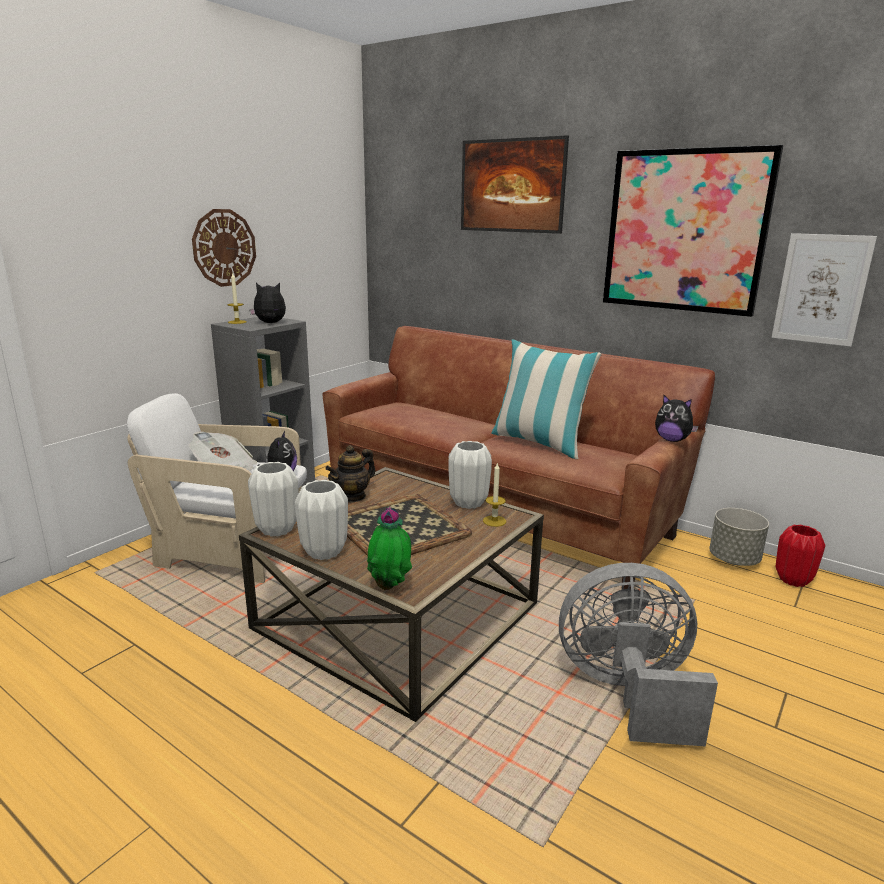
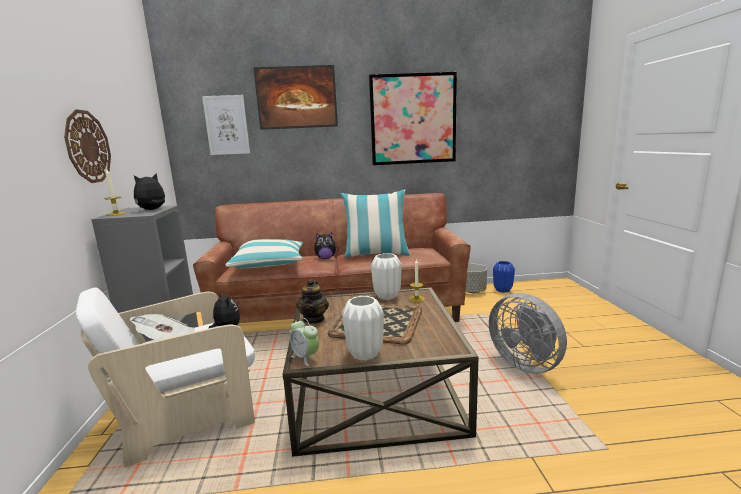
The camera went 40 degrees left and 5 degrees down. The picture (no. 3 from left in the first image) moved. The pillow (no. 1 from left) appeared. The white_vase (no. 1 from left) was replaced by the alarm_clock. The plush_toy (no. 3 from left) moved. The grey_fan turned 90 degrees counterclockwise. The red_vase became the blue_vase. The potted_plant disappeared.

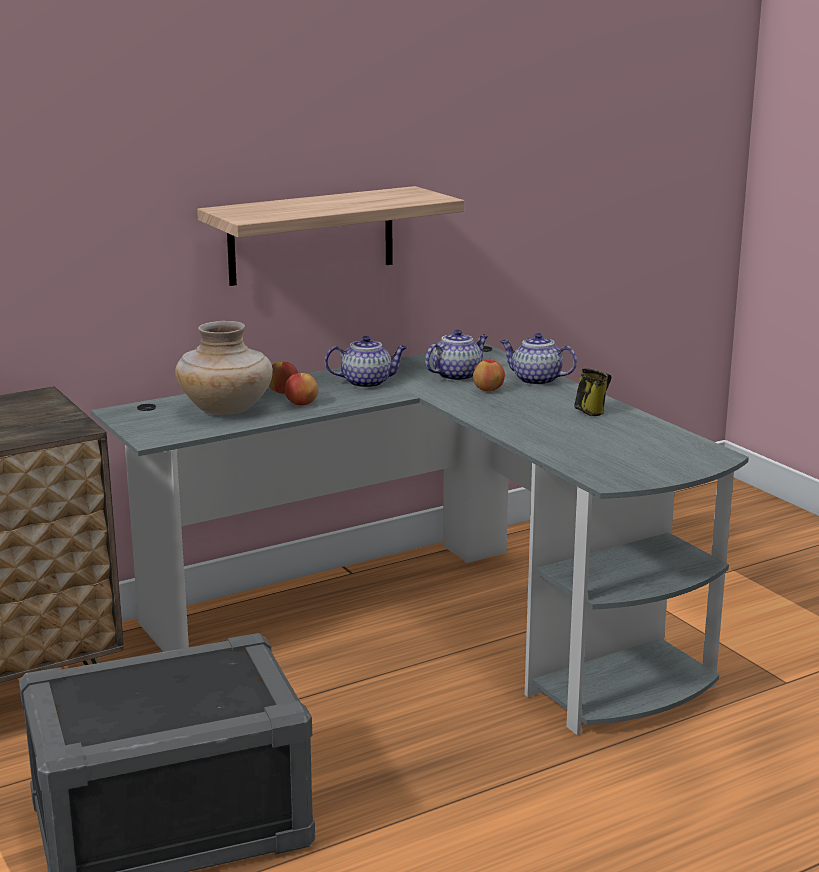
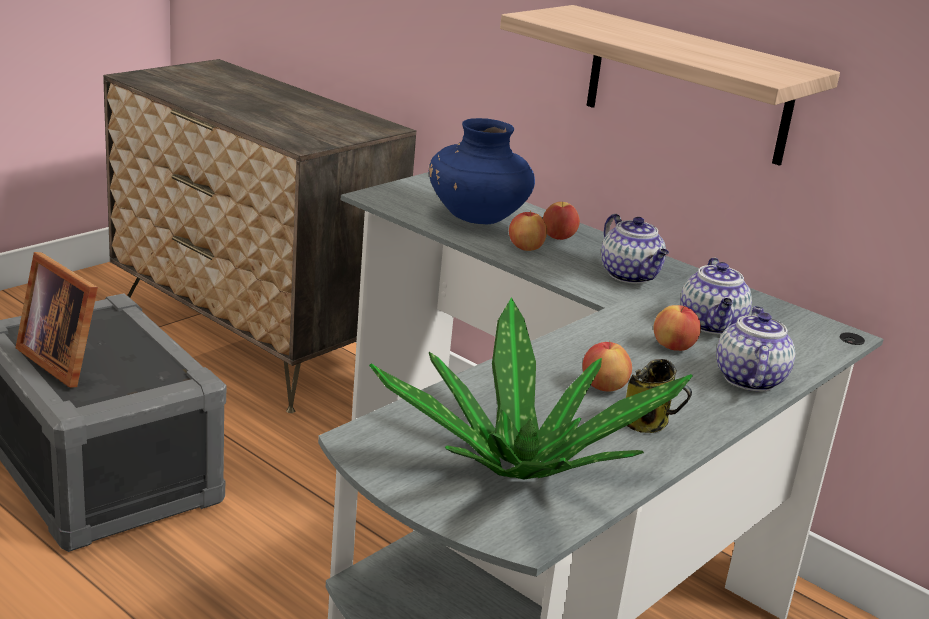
The camera went 70 degrees right and 5 degrees up. The picture_frame appeared. The potted_plant appeared. The beige_vase became the blue_vase. The apple (no. 3 from left) appeared. The teapot (no. 2 from left) turned 60 degrees clockwise.

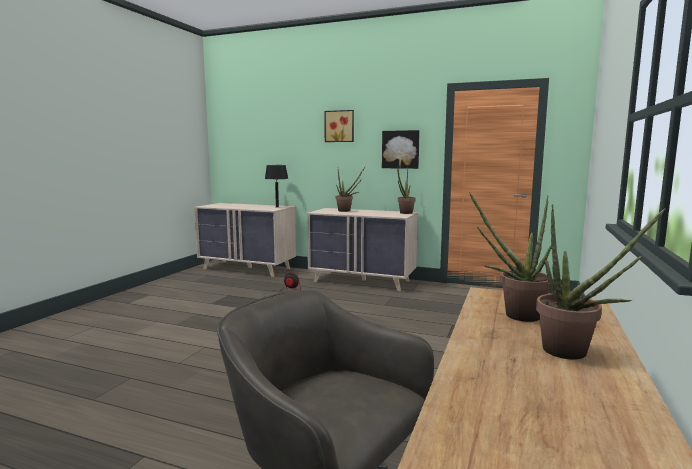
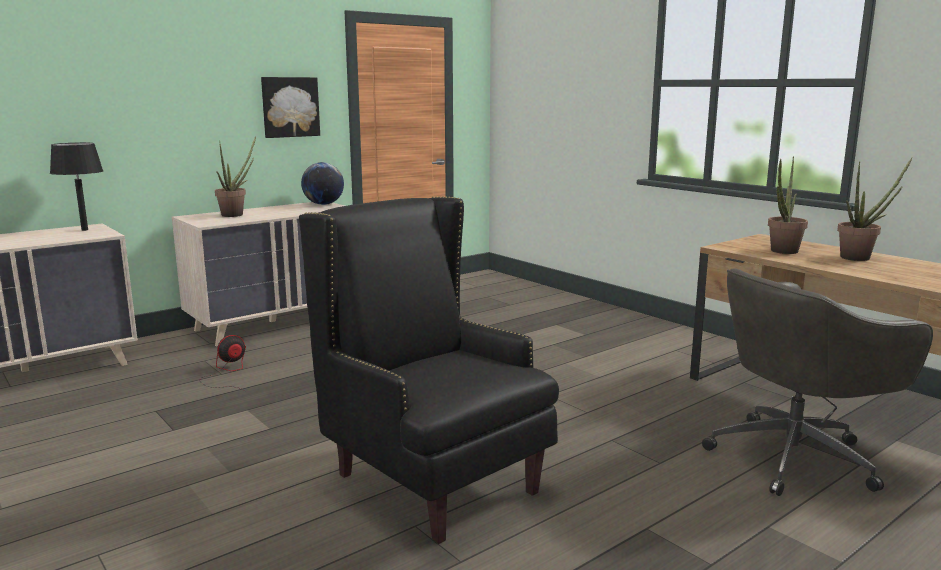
The camera went 60 degrees left and 5 degrees up. The black_armchair appeared. The potted_plant (no. 2 from left) was replaced by the globe. The picture (no. 1 from left) disappeared.

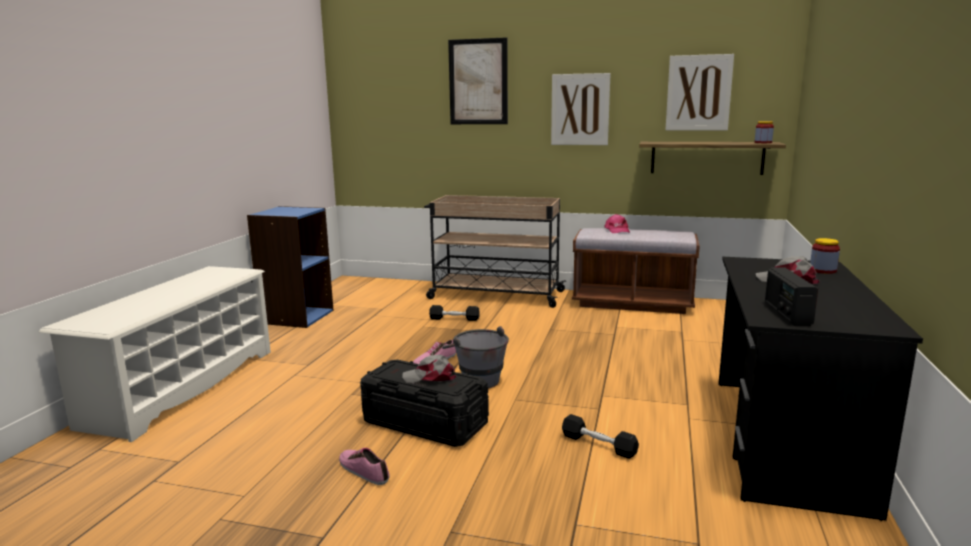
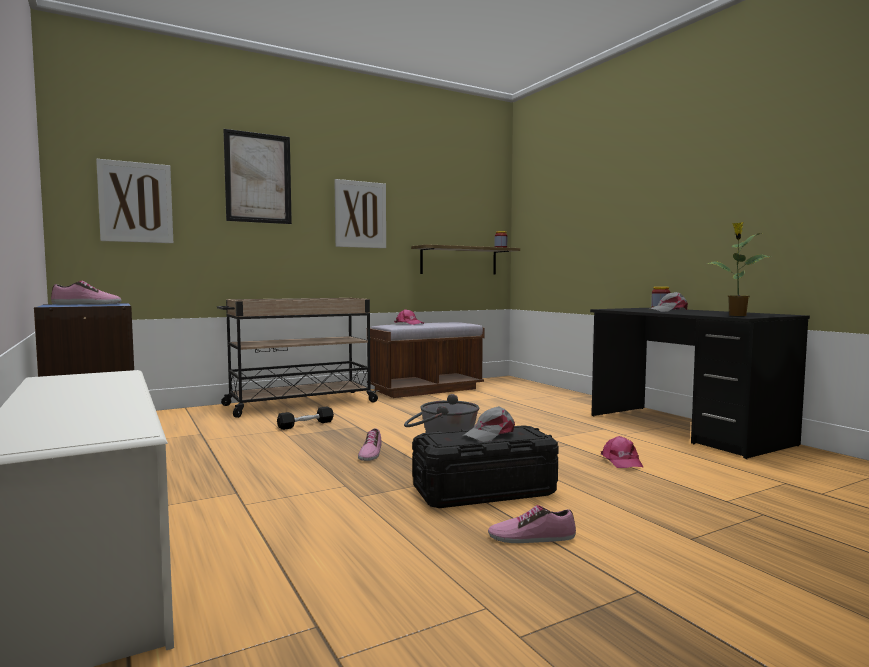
The camera went 45 degrees left and 10 degrees down. The shoe (no. 1 from left) appeared. The picture (no. 3 from left in the first image) moved. The black_dumbbell (no. 2 from left) was replaced by the pink_cap (no. 2 from left). The radio was replaced by the potted_plant.

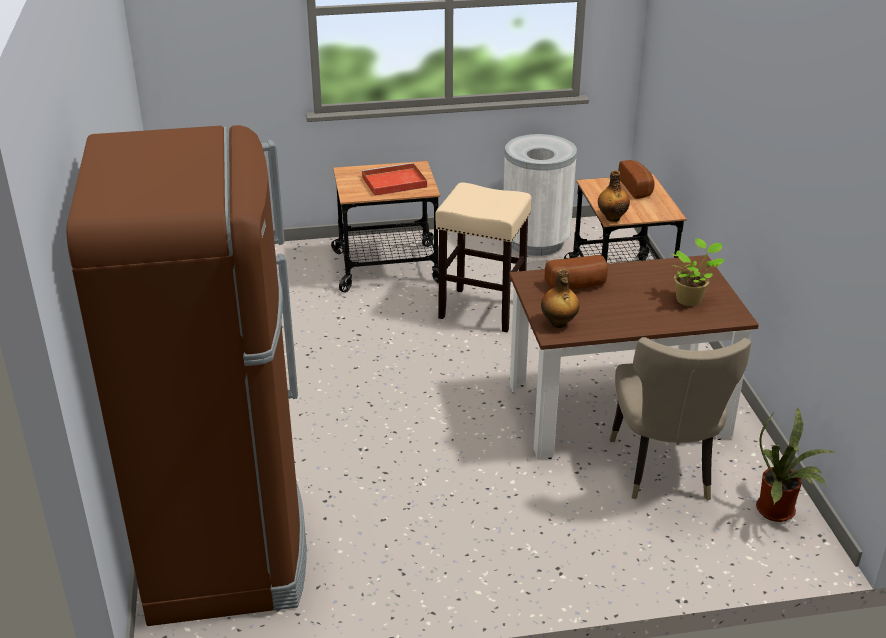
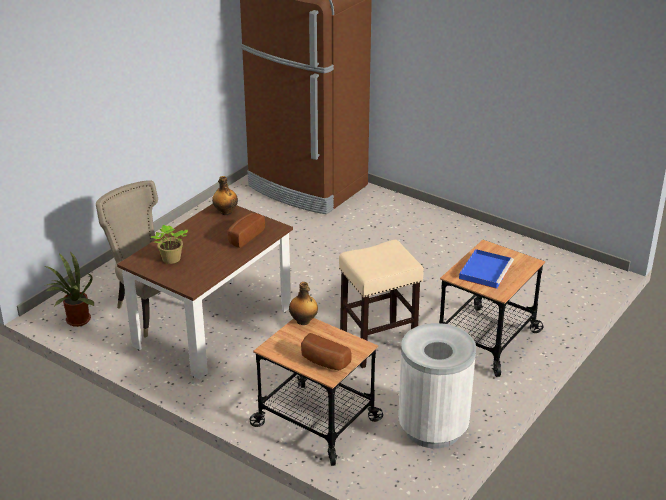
The camera went 135 degrees right and 0 degrees up. The red_tray became the blue_tray.

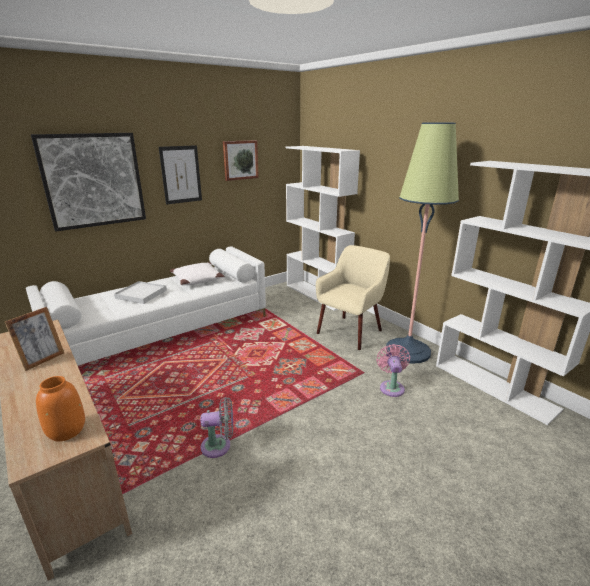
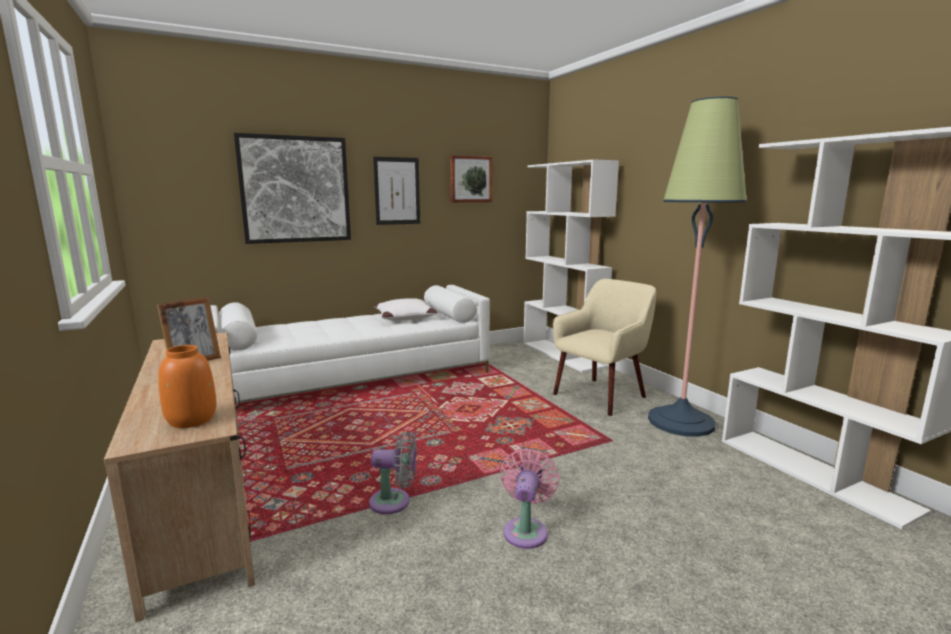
The camera went 10 degrees right and 10 degrees down. The pink_fan moved. The white_tray disappeared.

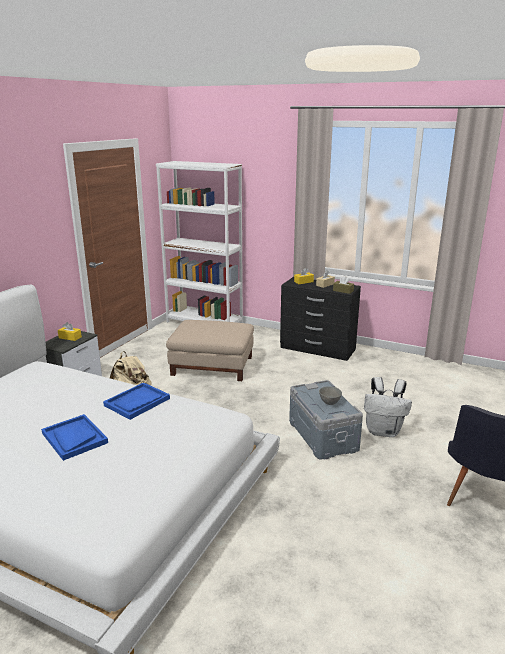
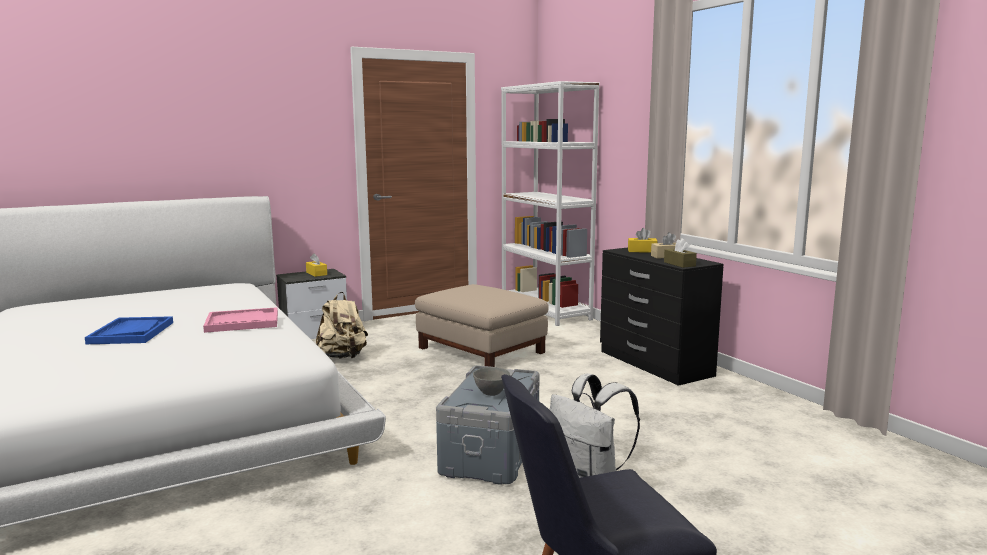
The camera went 35 degrees right and 10 degrees down. The blue_tray (no. 2 from left) became the pink_tray.

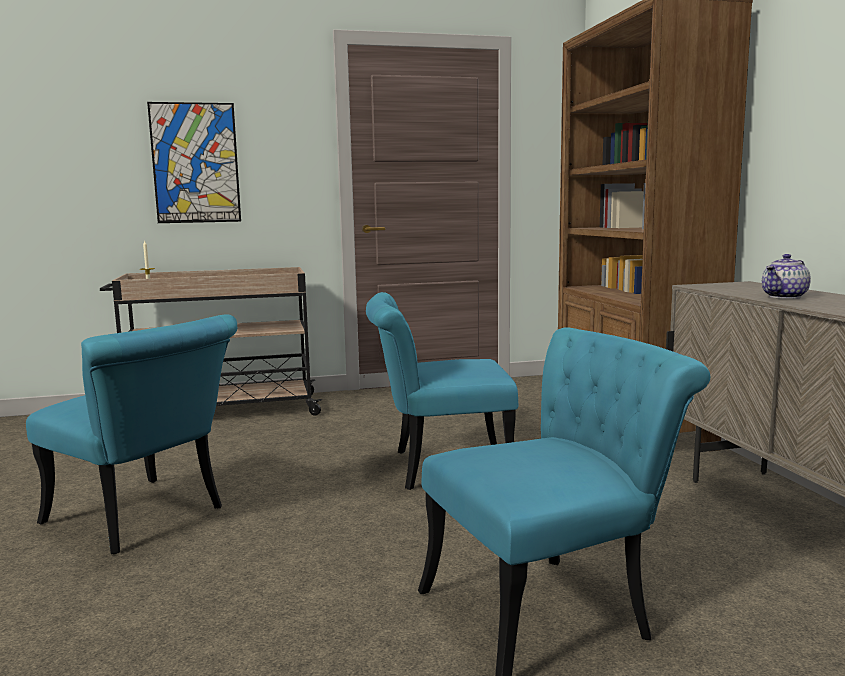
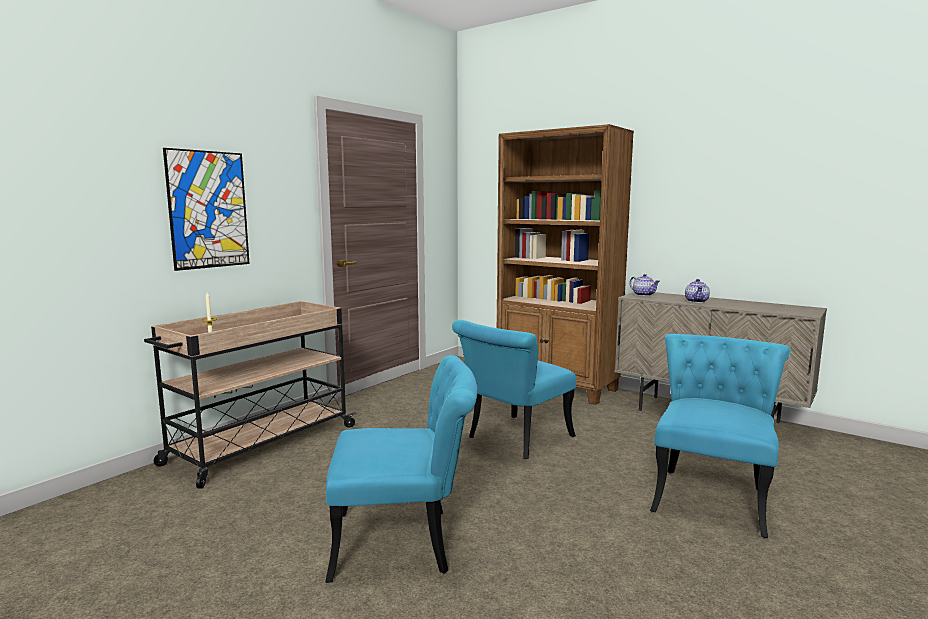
The camera went 40 degrees left and 0 degrees up. The teapot (no. 1 from left) appeared.

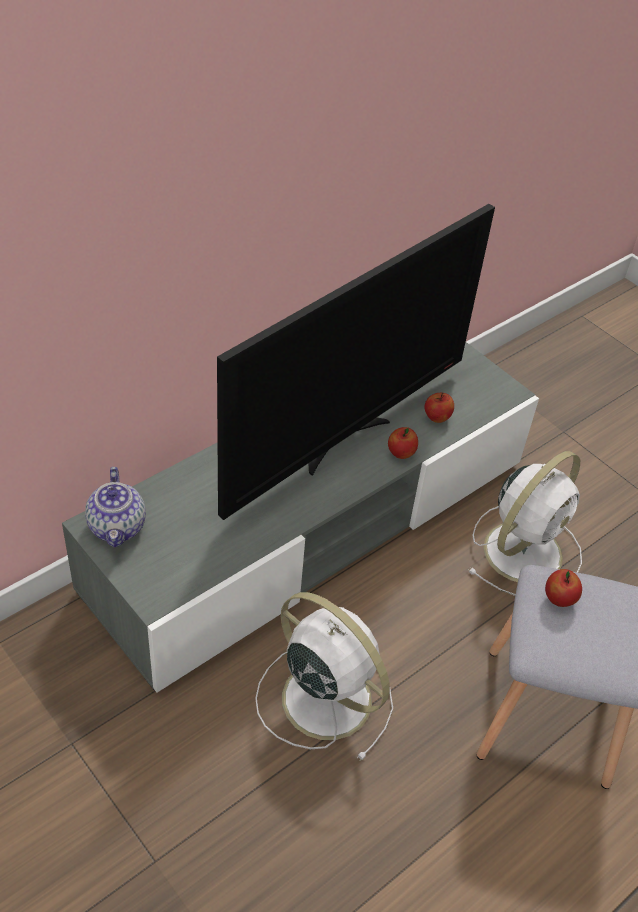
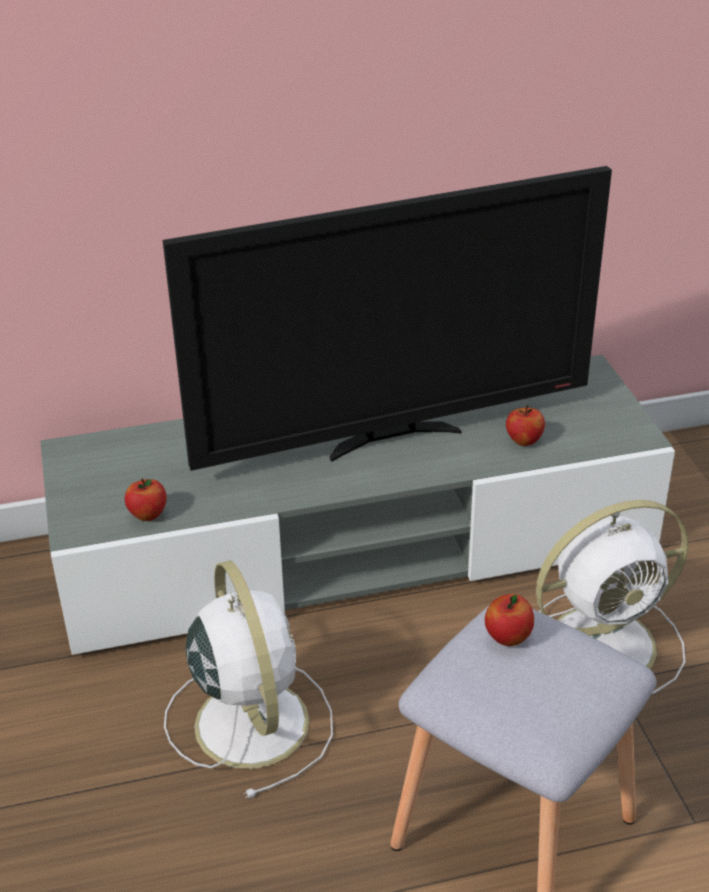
The camera went 30 degrees right and 10 degrees down. The apple (no. 1 from left) moved. The teapot disappeared.

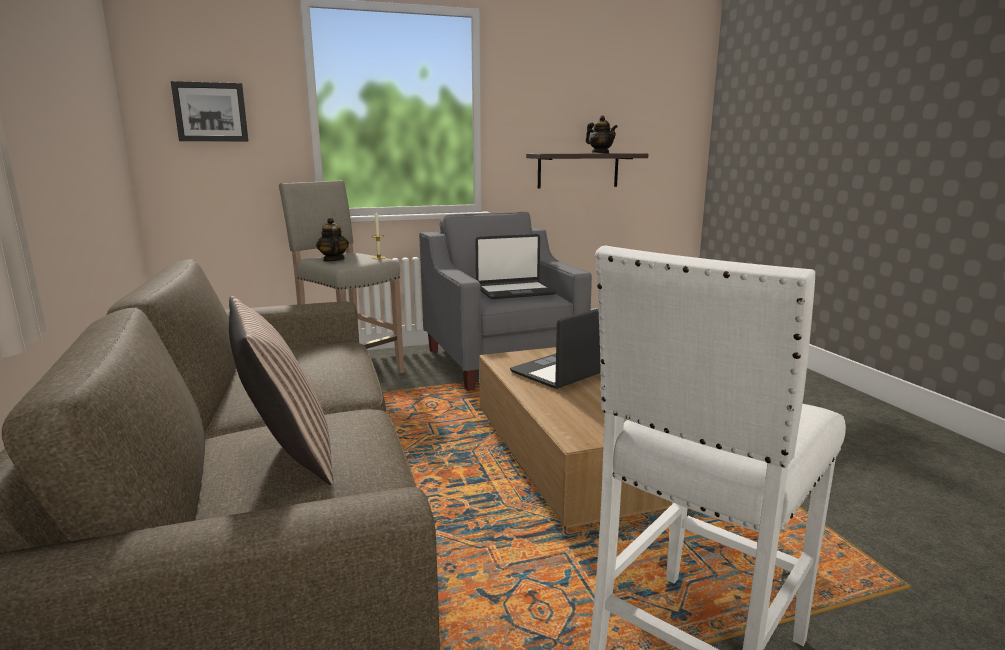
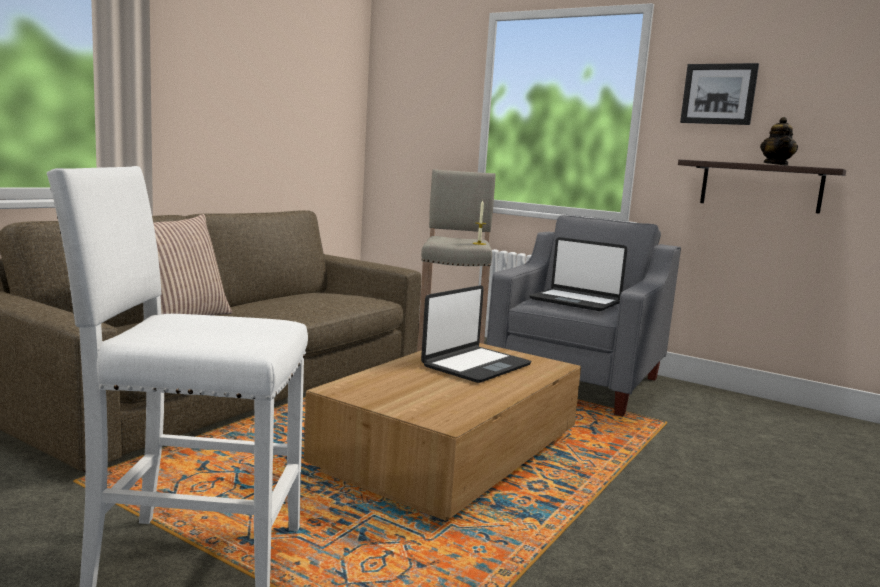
The camera went 50 degrees right and 5 degrees down. The laptop (no. 2 from left in the first image) turned 120 degrees clockwise. The picture moved. The teapot (no. 1 from left) disappeared.

